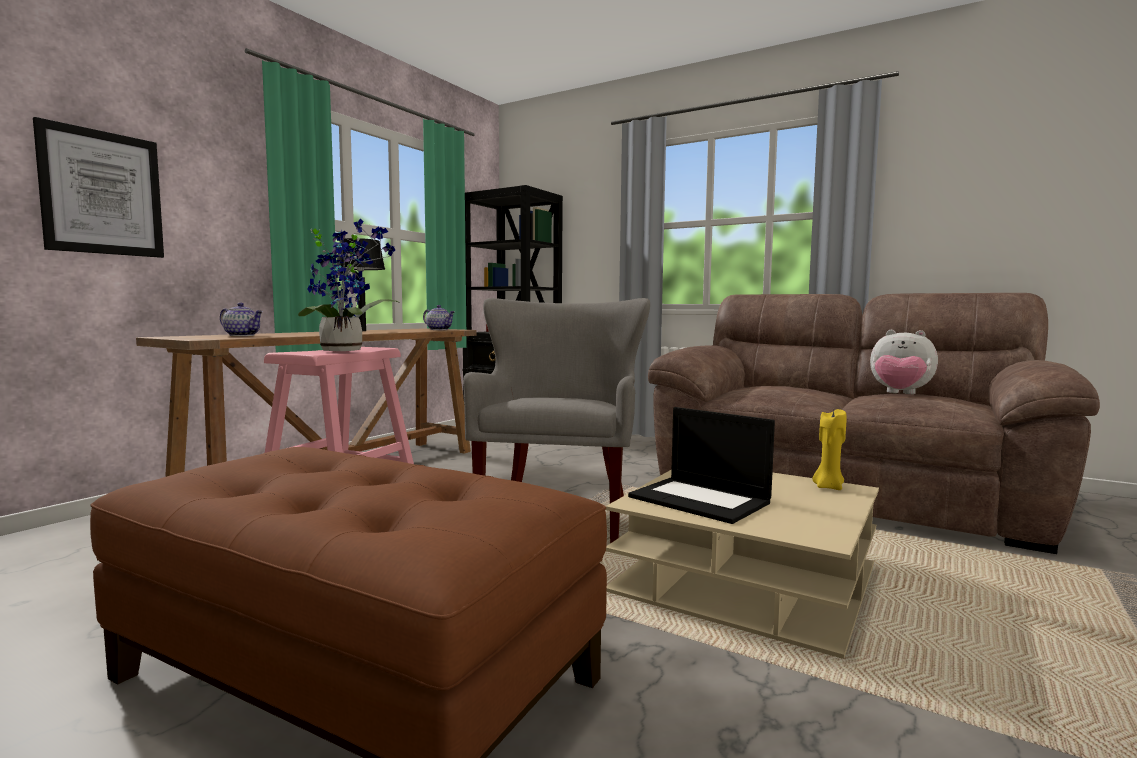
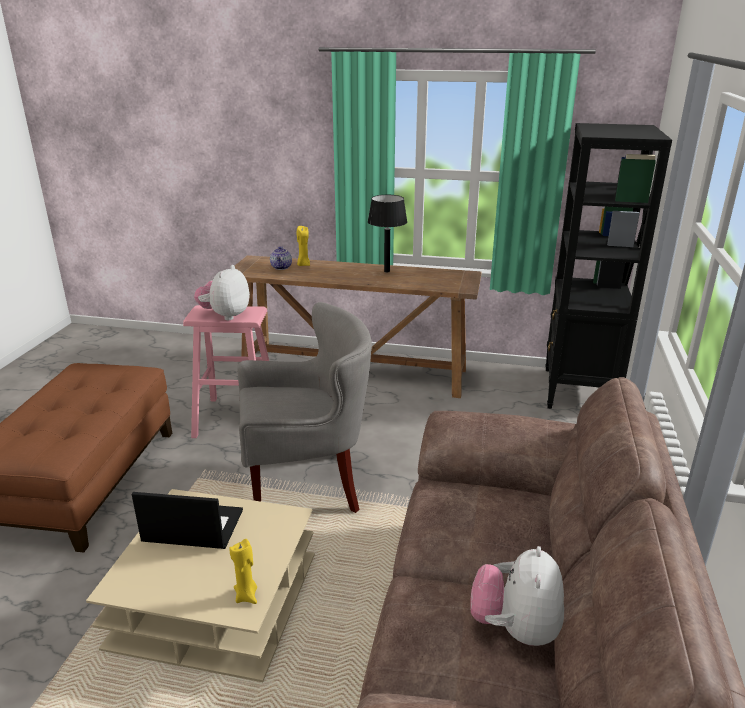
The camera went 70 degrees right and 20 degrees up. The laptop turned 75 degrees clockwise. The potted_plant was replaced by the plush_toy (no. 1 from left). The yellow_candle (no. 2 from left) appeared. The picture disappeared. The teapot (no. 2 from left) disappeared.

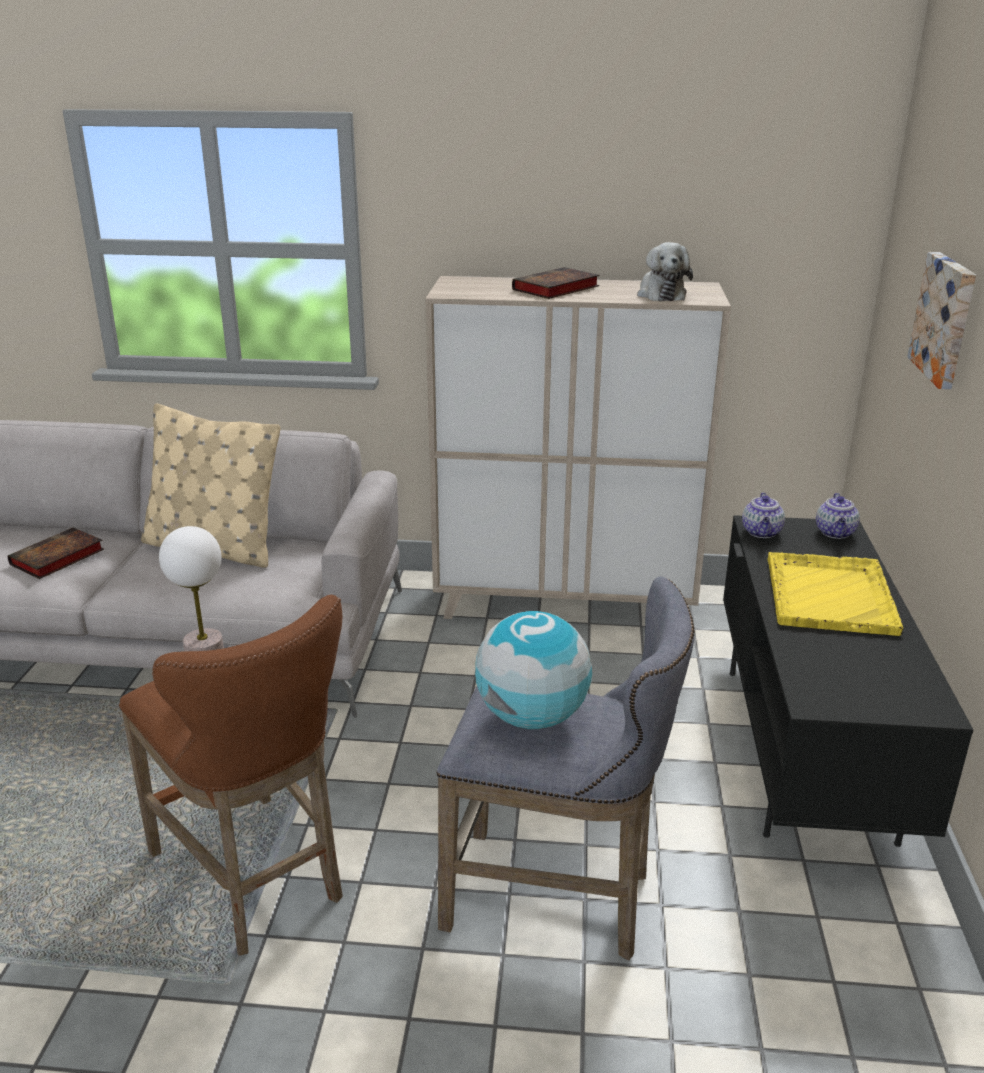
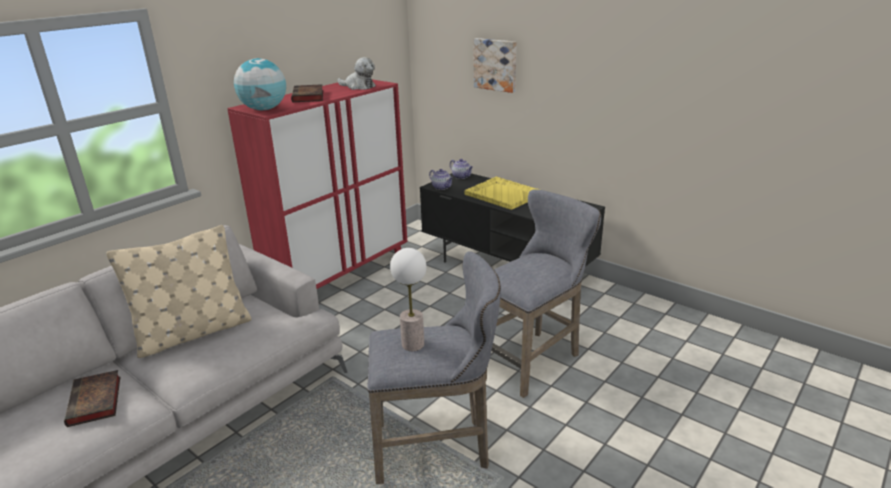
The camera went 55 degrees left and 0 degrees up. The beige_cabinet became the red_cabinet. The globe moved. The brown_stool became the grey_stool (no. 1 from left).

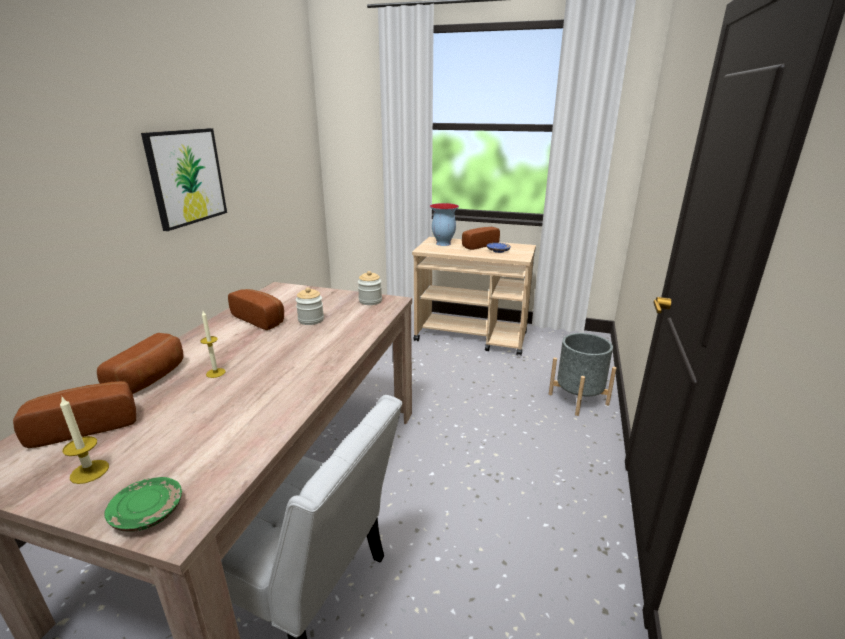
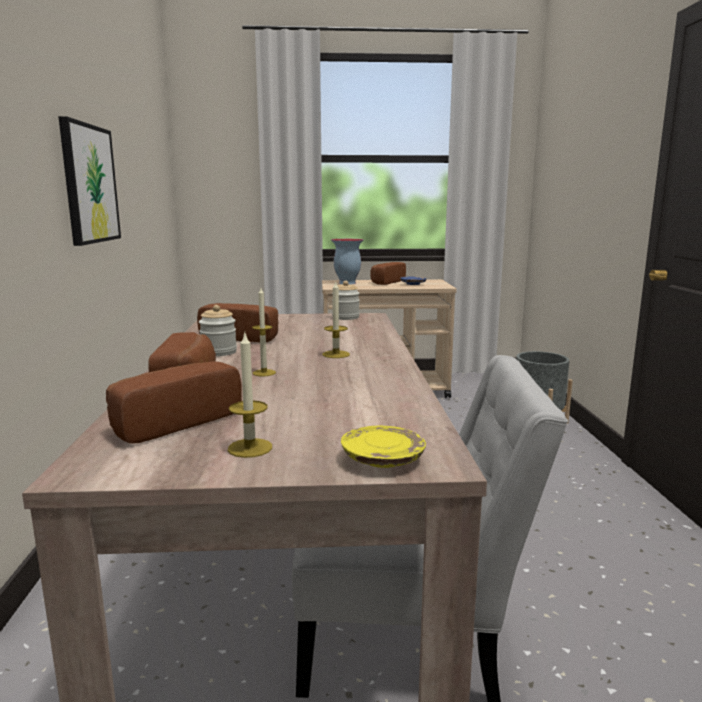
The camera went 20 degrees left and 10 degrees down. The jar (no. 1 from left) moved. The candle (no. 3 from left) appeared. The green_plate became the yellow_plate.

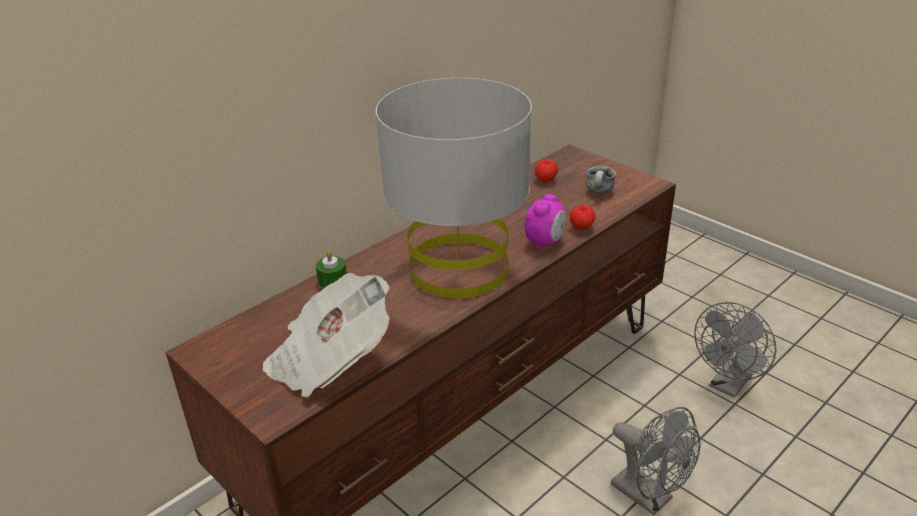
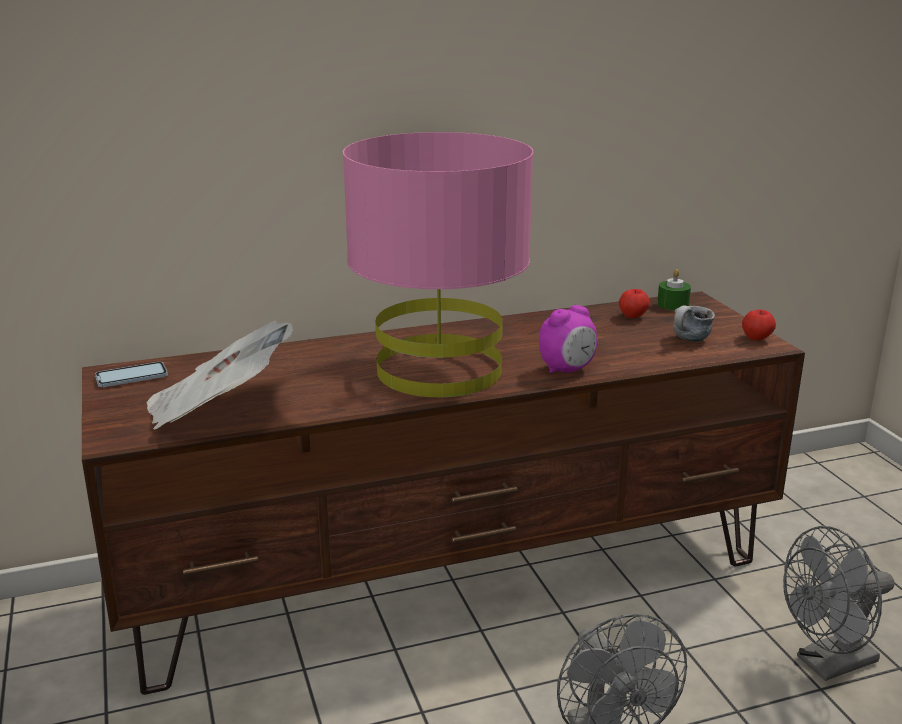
The camera went 25 degrees right and 10 degrees down. The phone appeared. The grey_table_lamp became the pink_table_lamp. The green_candle moved. The apple (no. 2 from left) moved.

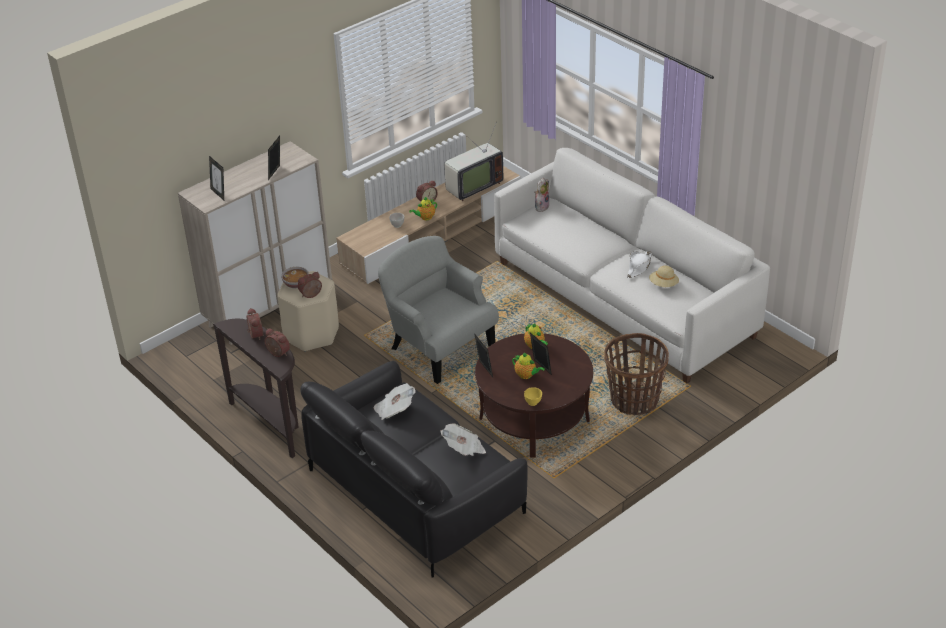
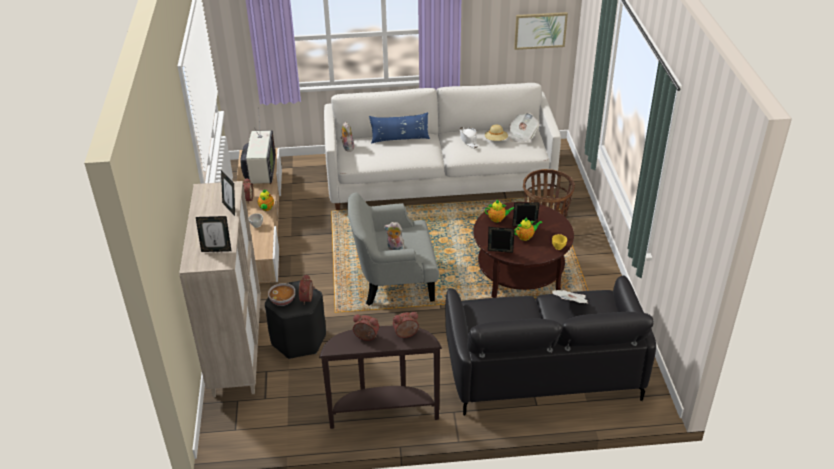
The camera went 55 degrees left and 0 degrees up. The beige_stool became the black_stool. The blue_pillow appeared. The plush_toy (no. 2 from left) appeared. The newspaper (no. 1 from left) moved. The picture appeared.

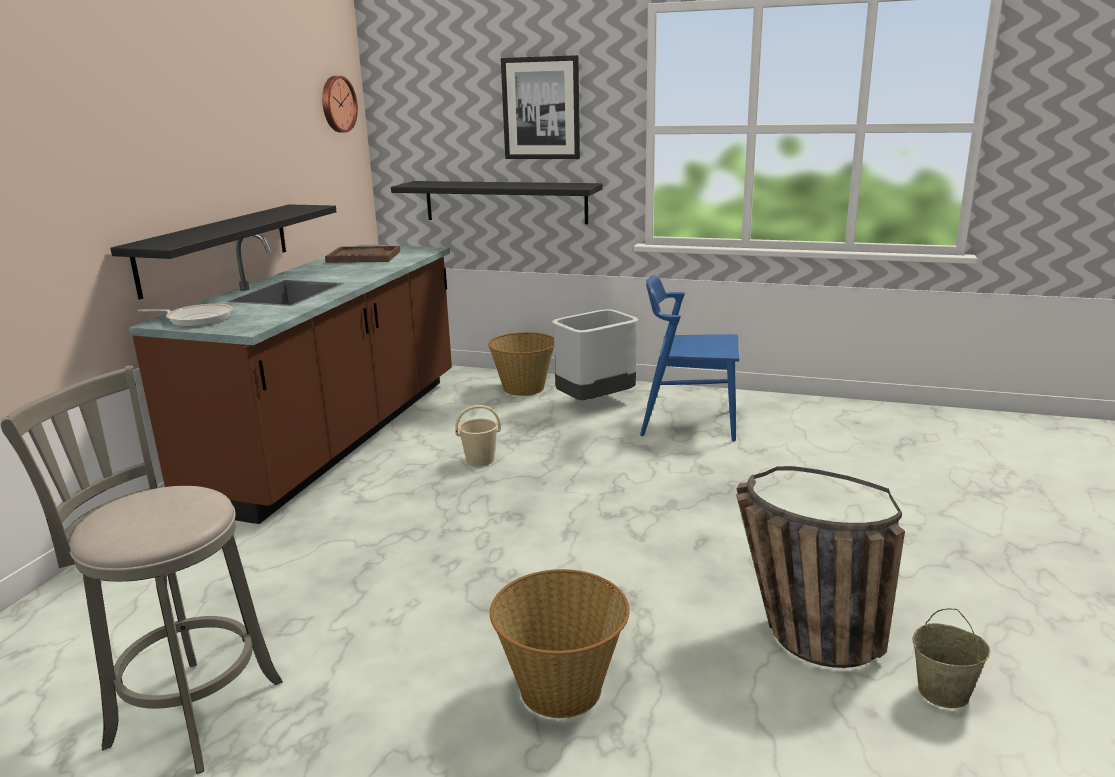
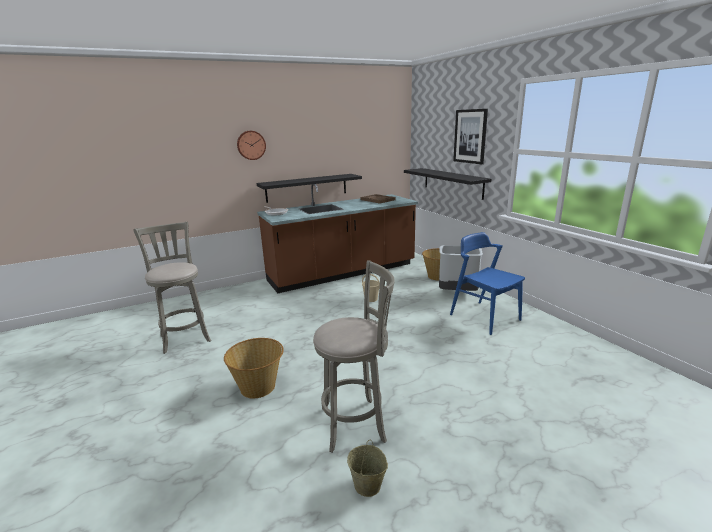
The camera went 45 degrees right and 0 degrees up. The wall_clock moved. The basket (no. 3 from left) was replaced by the grey_stool (no. 2 from left).

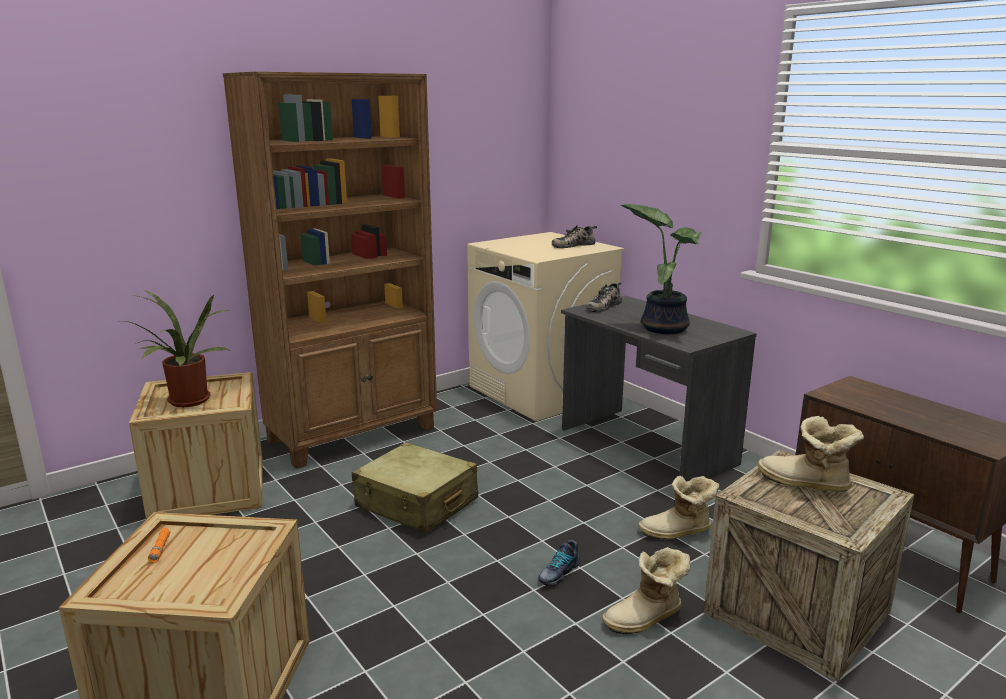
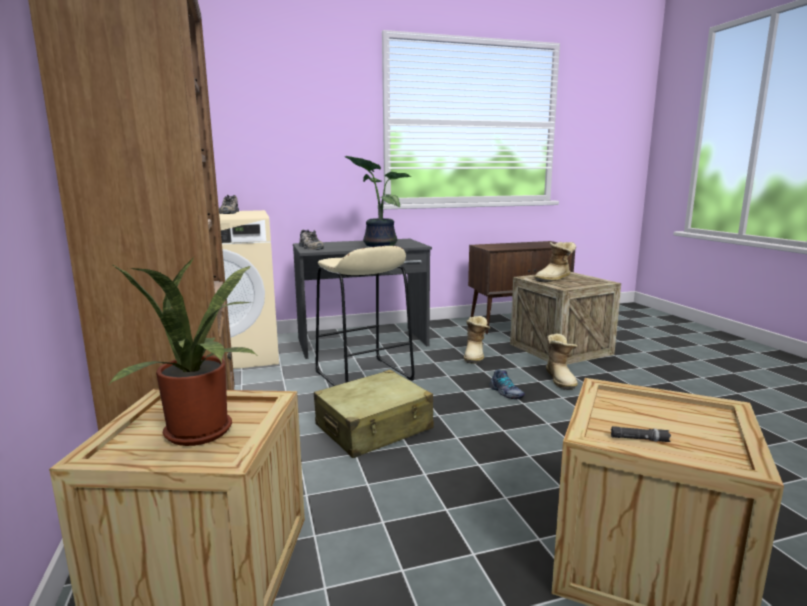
The camera went 70 degrees left and 5 degrees down. The beige_stool appeared. The orange_flashlight became the black_flashlight.

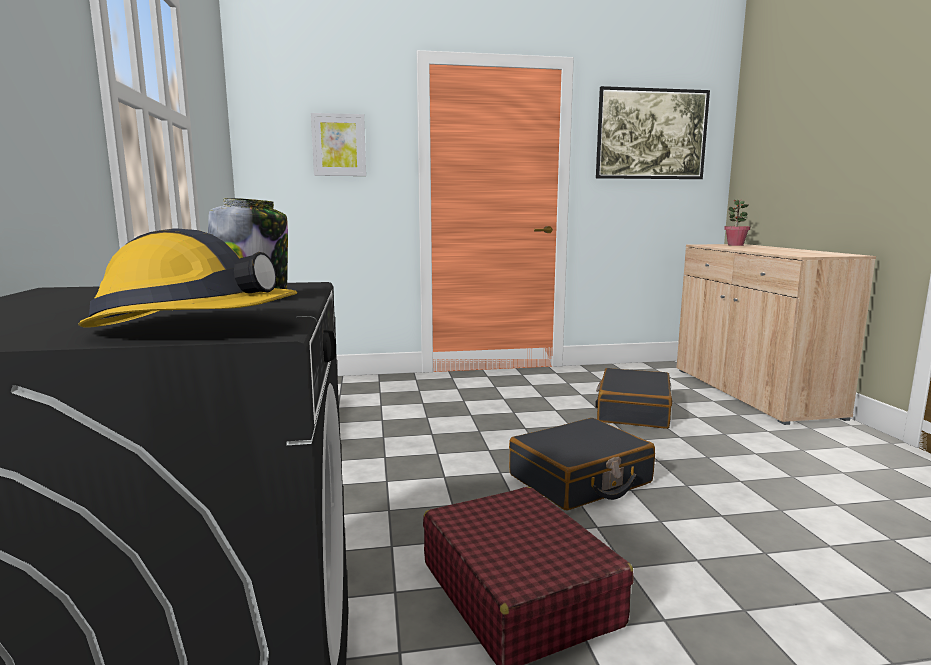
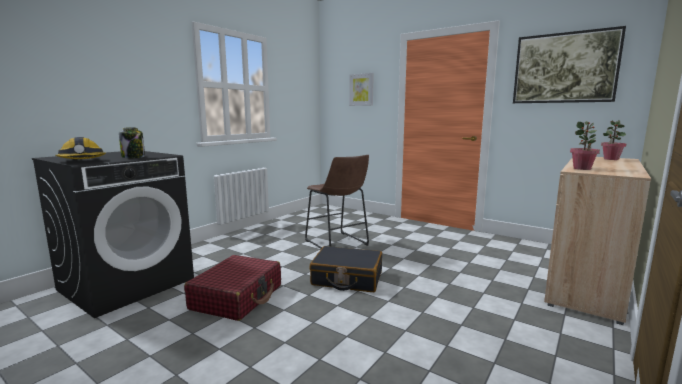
The camera went 45 degrees right and 0 degrees up. The brown_stool appeared. The potted_plant (no. 1 from left) appeared. The black_suitcase (no. 2 from left) disappeared.

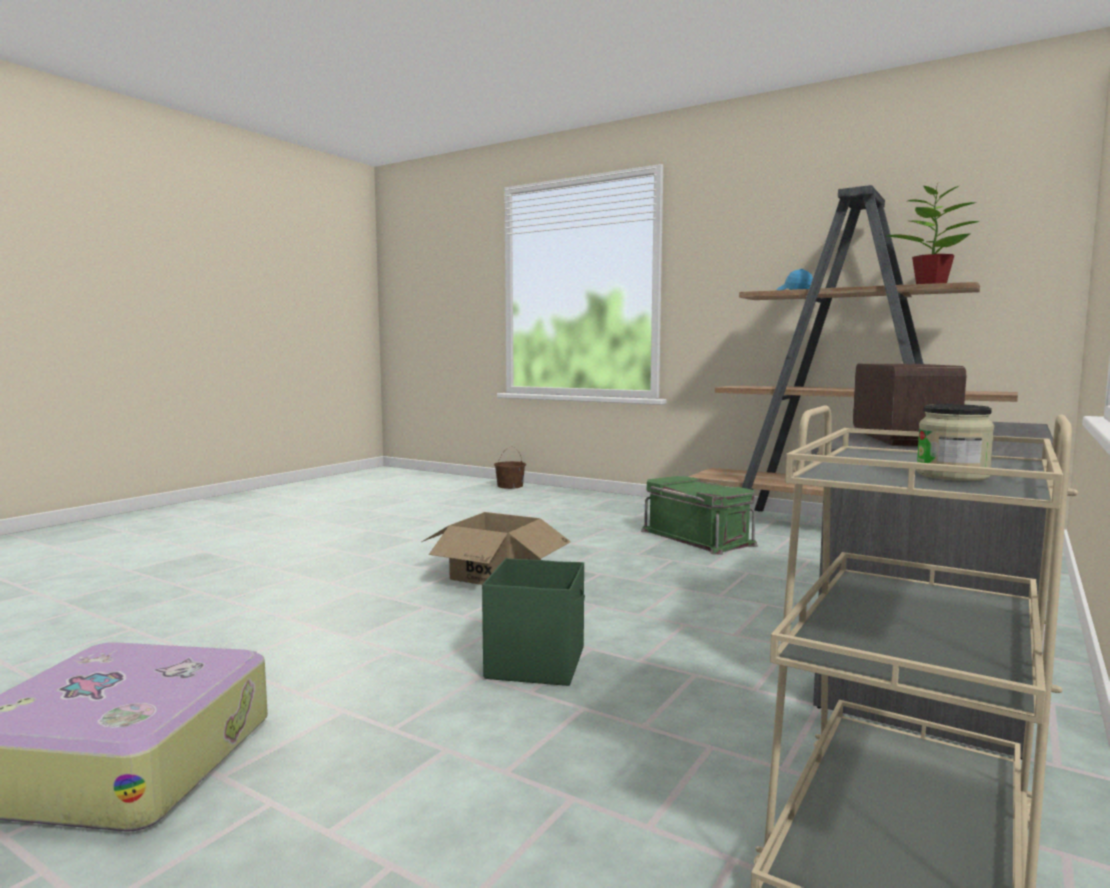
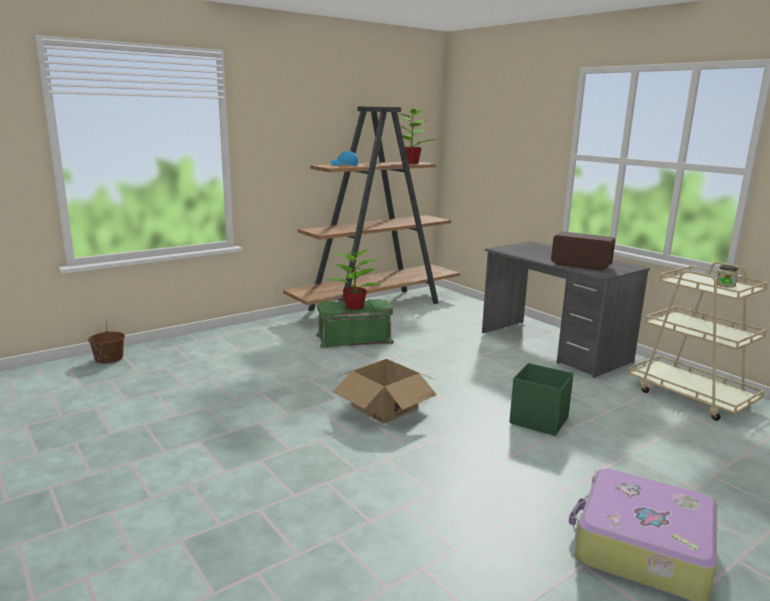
The camera went 70 degrees left and 10 degrees up. The potted_plant (no. 1 from left) appeared.

